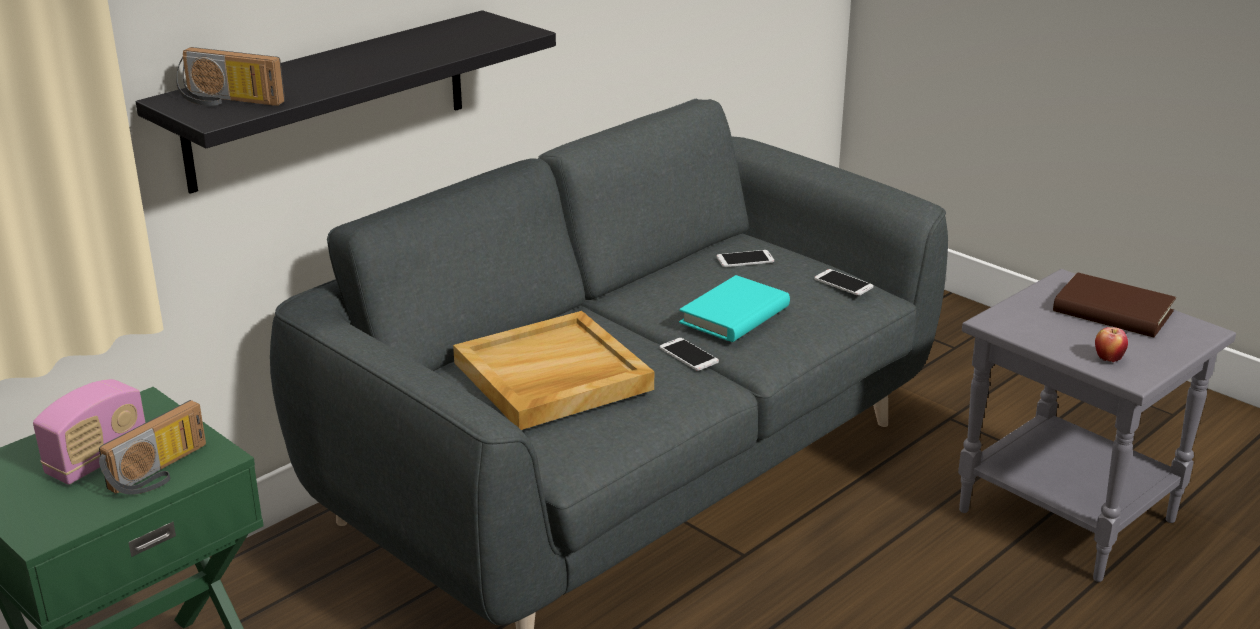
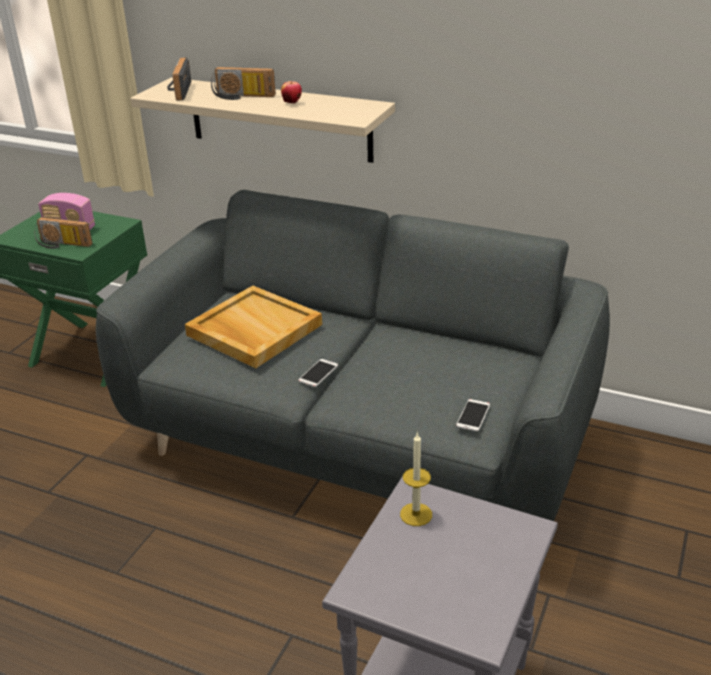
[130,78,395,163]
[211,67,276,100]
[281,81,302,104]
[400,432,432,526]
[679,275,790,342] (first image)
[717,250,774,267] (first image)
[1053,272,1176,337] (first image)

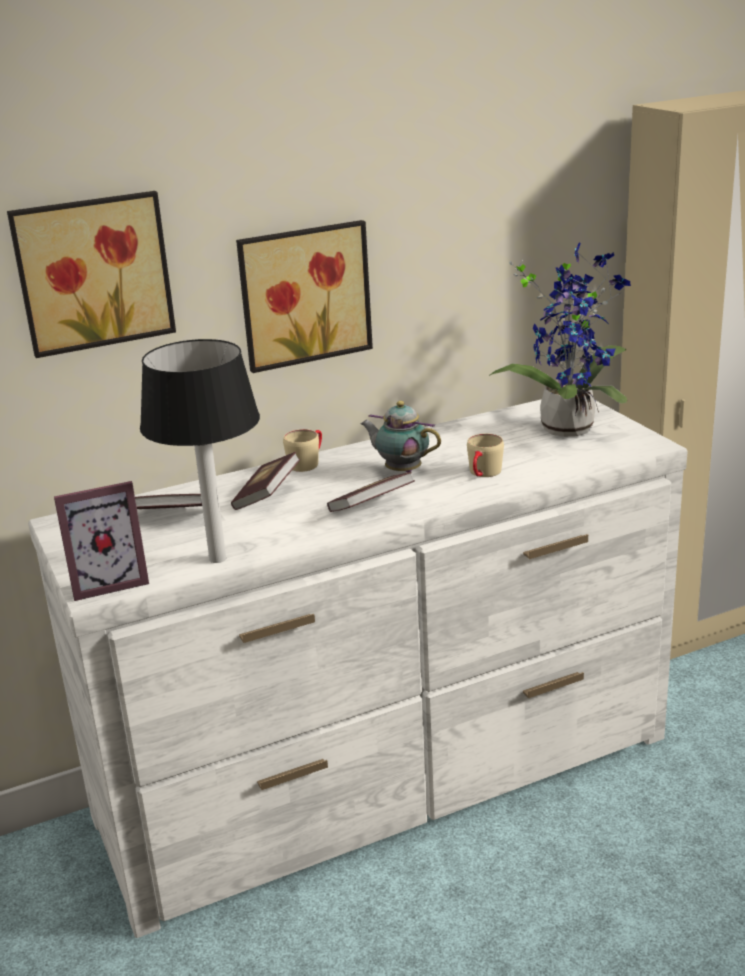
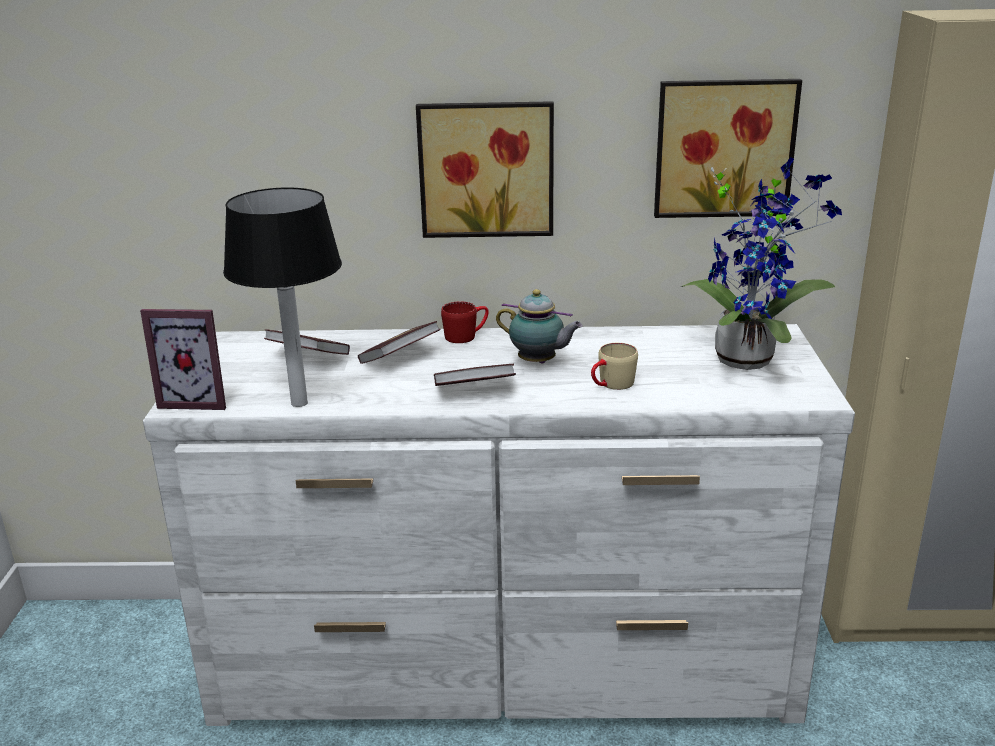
[441,302,489,343]
[496,289,583,363]
[654,79,802,218]

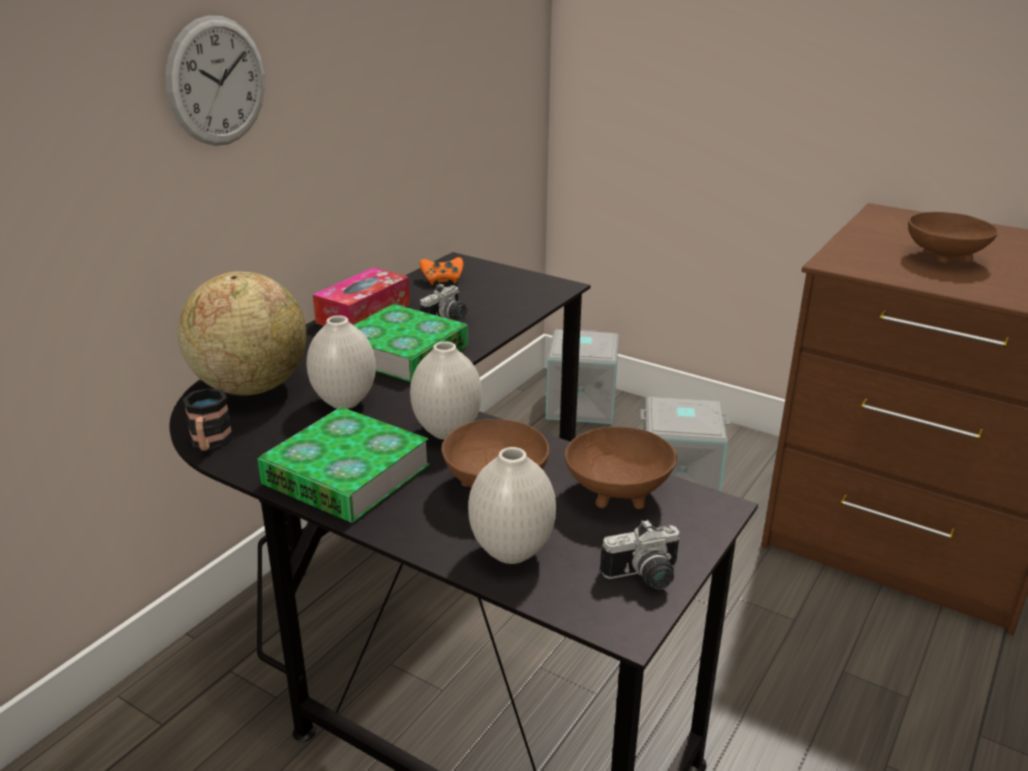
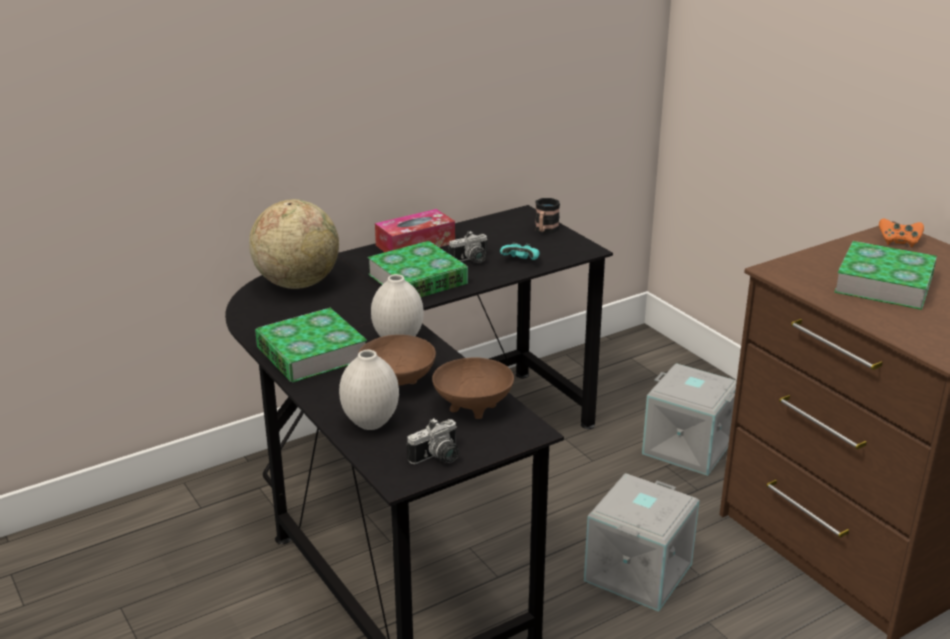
[407,418,459,464]
[500,242,540,260]
[535,198,560,233]
[584,473,700,612]
[834,241,937,310]
[879,219,924,247]
[166,15,265,146] (first image)
[307,315,376,409] (first image)

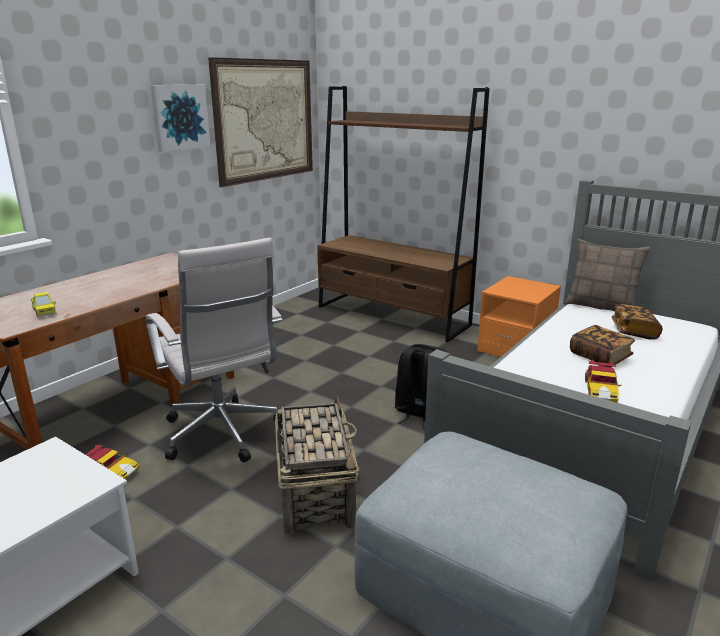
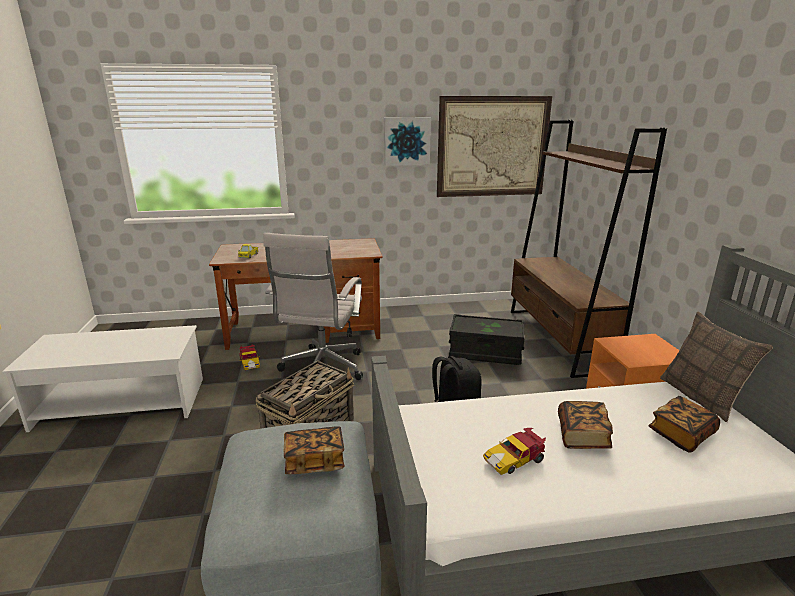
[284,426,344,474]
[449,314,525,365]

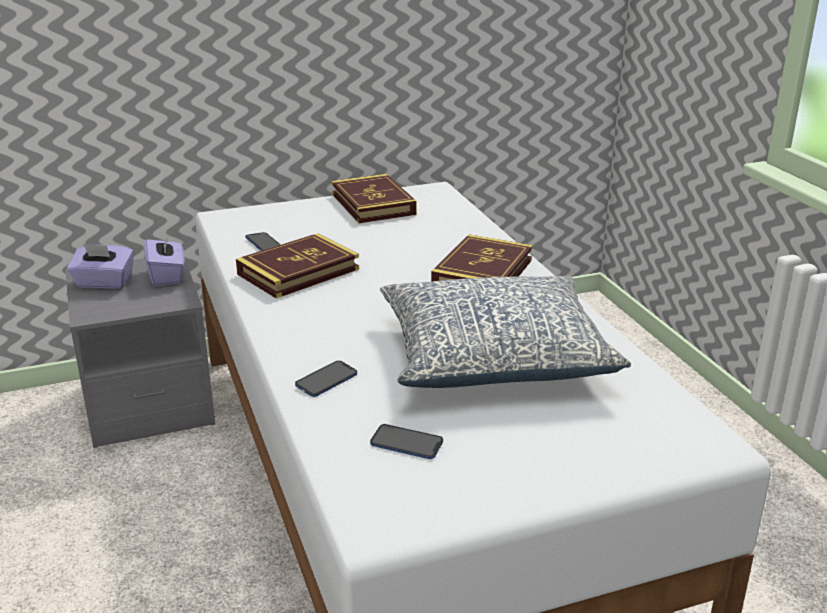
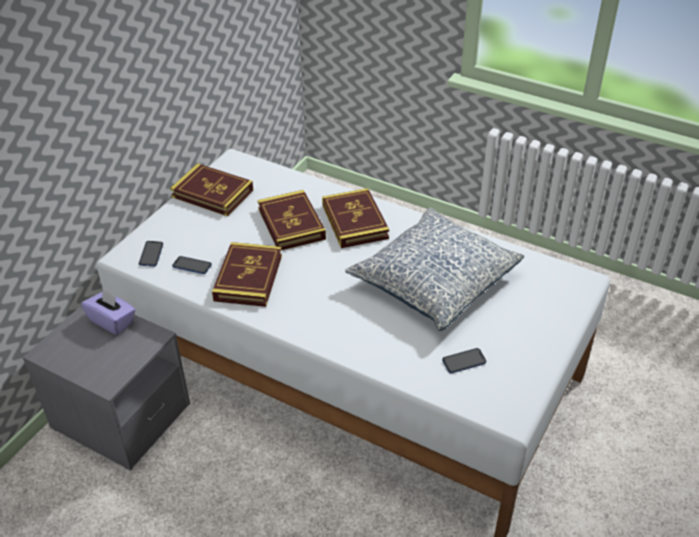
[139,241,163,267]
[258,190,326,250]
[67,244,134,289] (first image)

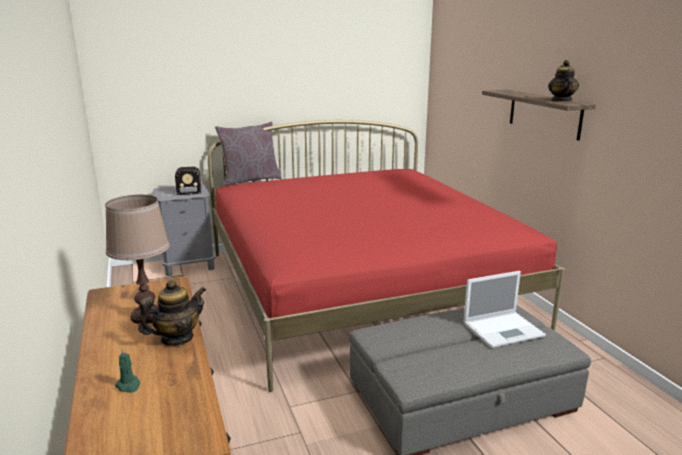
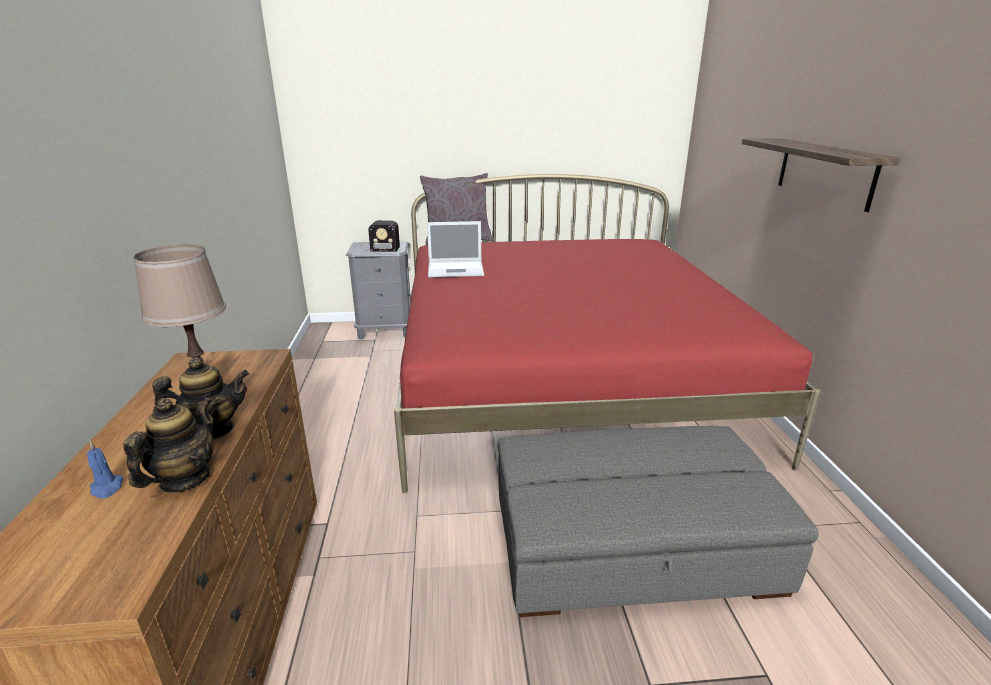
[87,441,123,499]
[123,398,214,493]
[427,221,484,277]

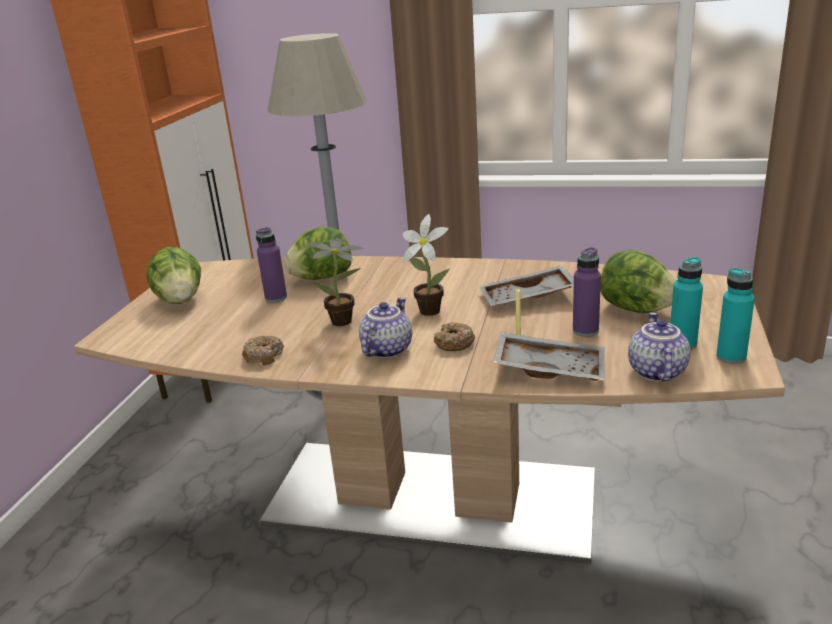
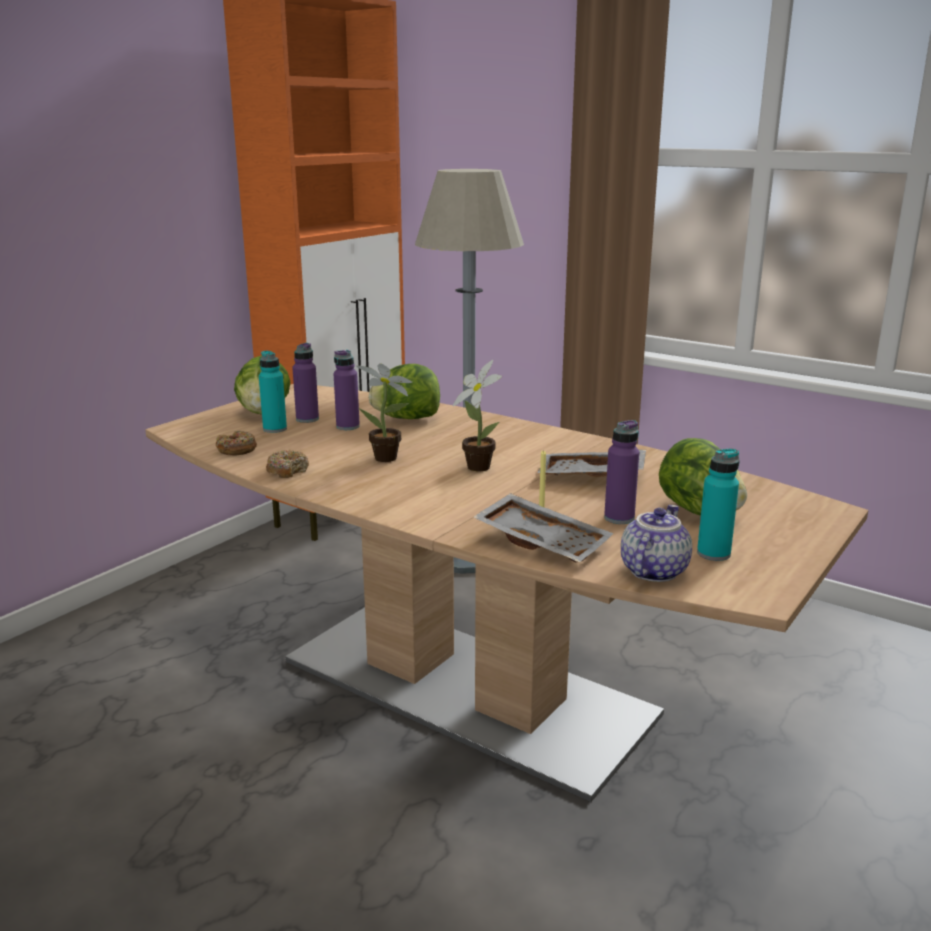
[216,431,257,456]
[259,351,287,433]
[292,343,319,423]
[359,297,412,358] (first image)

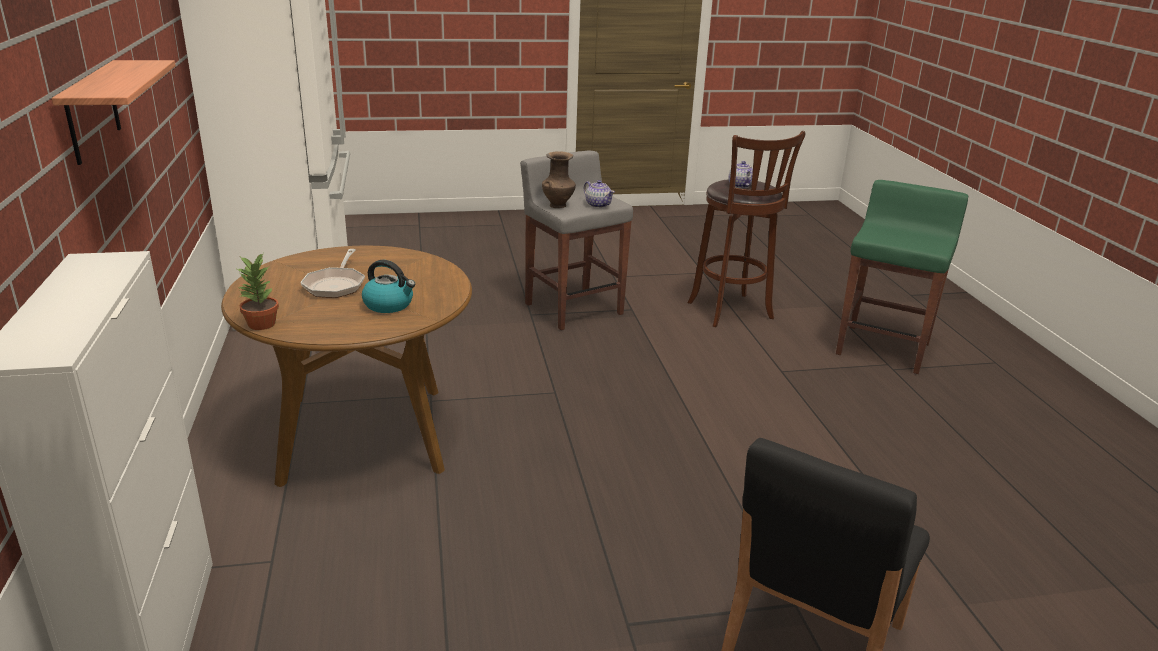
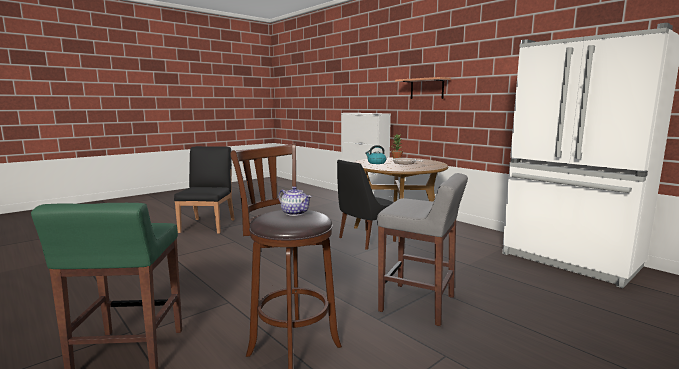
[337,160,396,250]
[542,151,576,208] (first image)
[584,180,615,208] (first image)

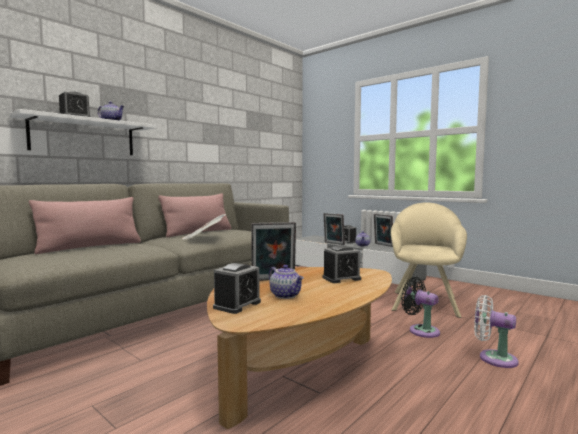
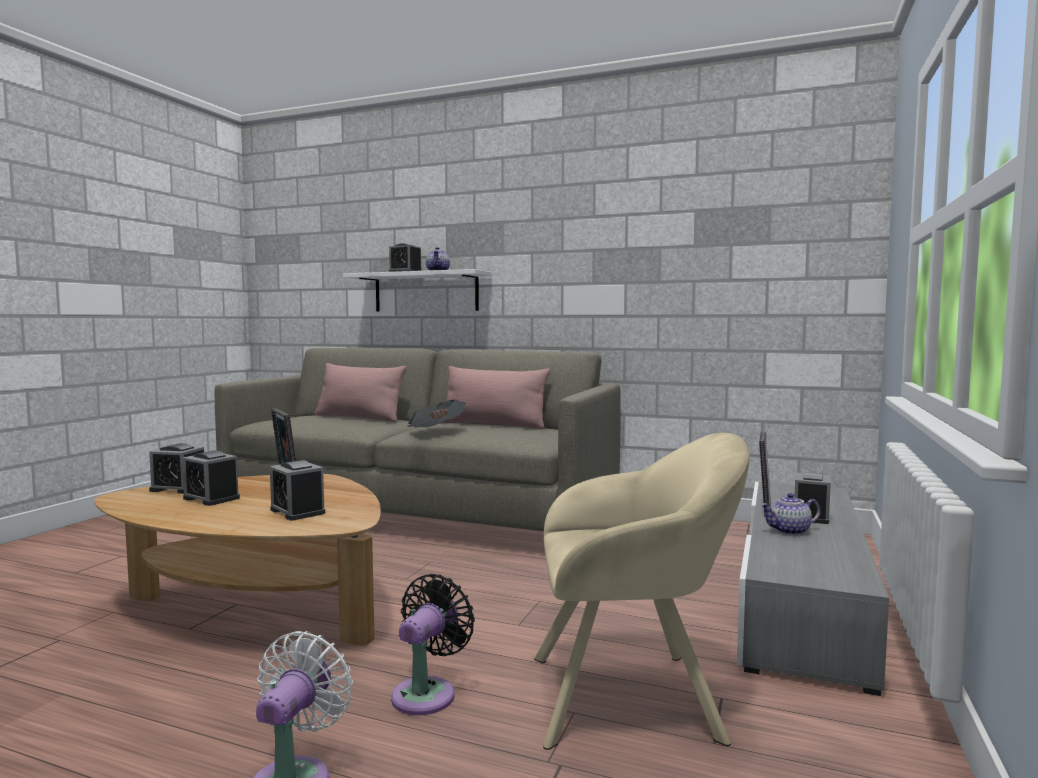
[182,450,240,506]
[374,214,393,247] (first image)

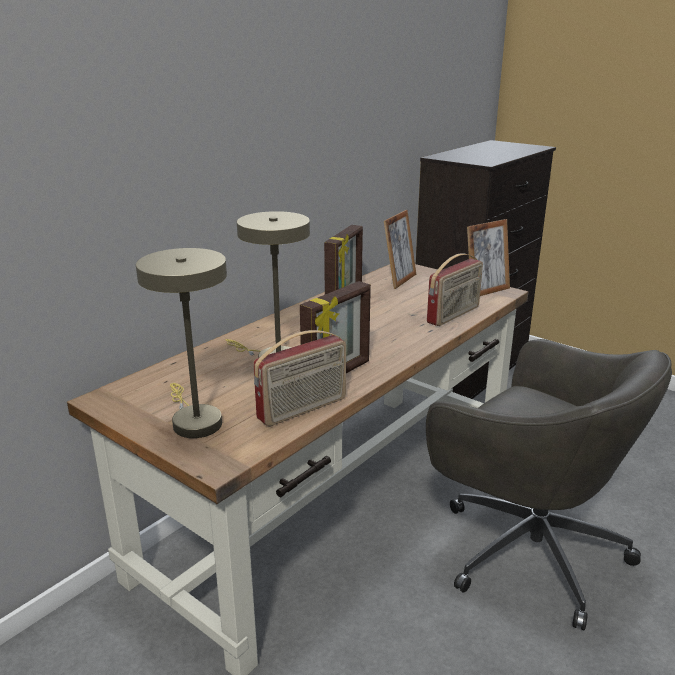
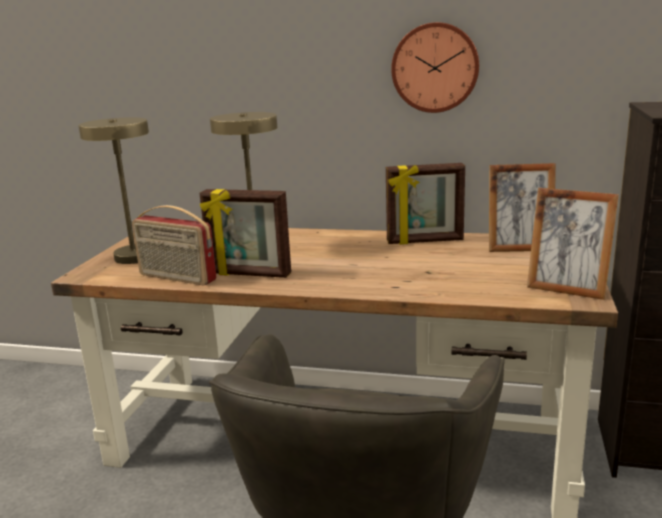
[391,22,479,113]
[427,253,483,326] (first image)

